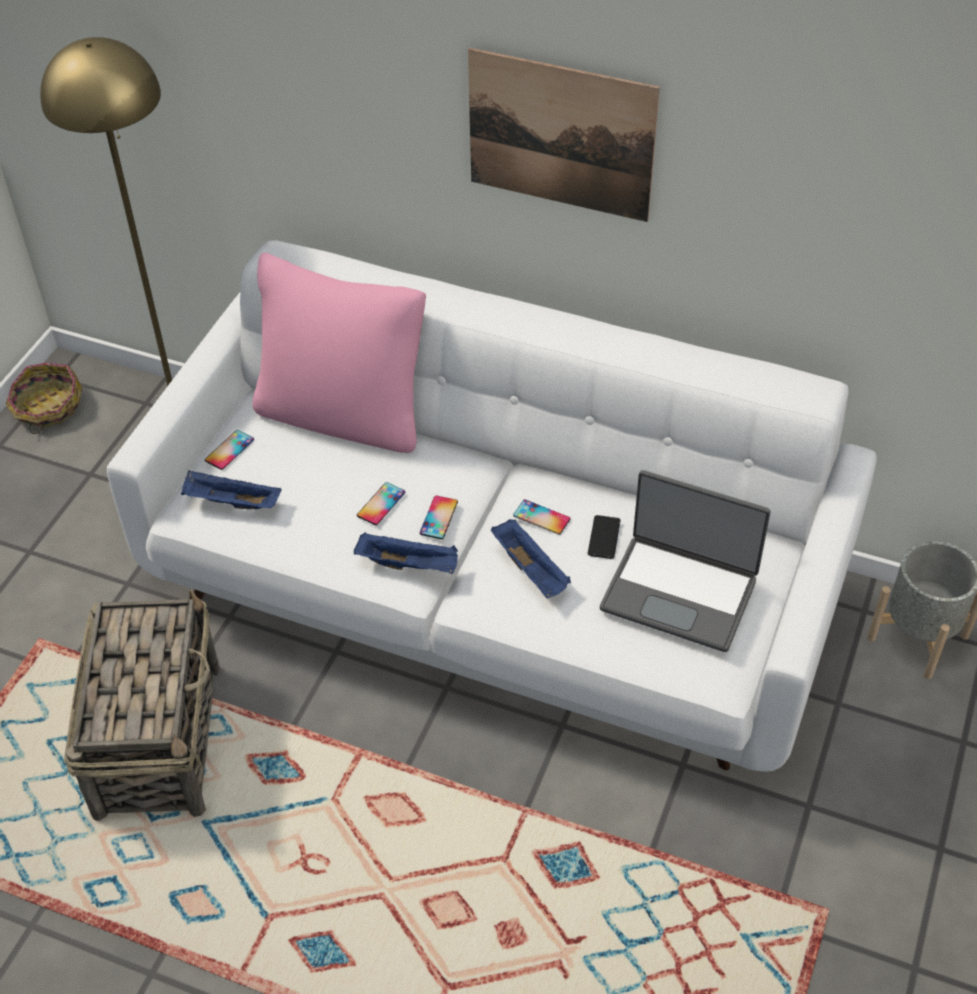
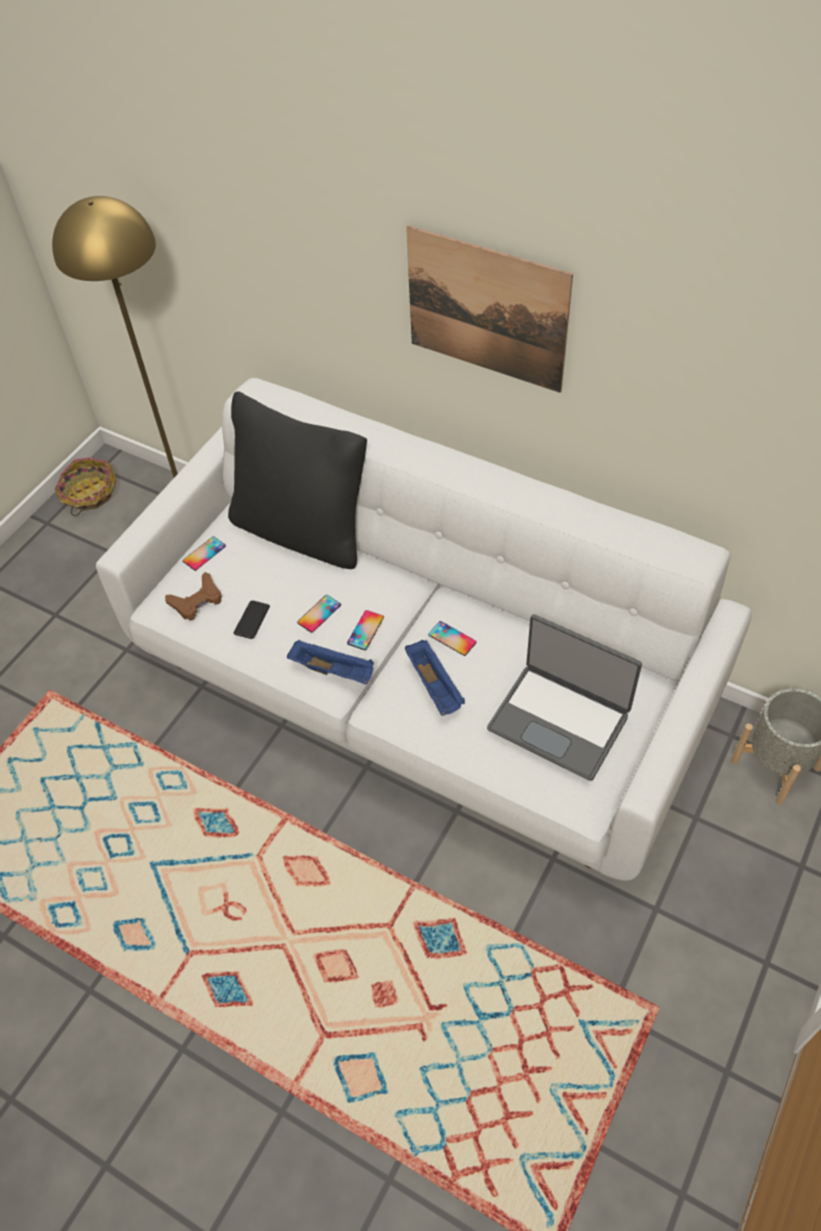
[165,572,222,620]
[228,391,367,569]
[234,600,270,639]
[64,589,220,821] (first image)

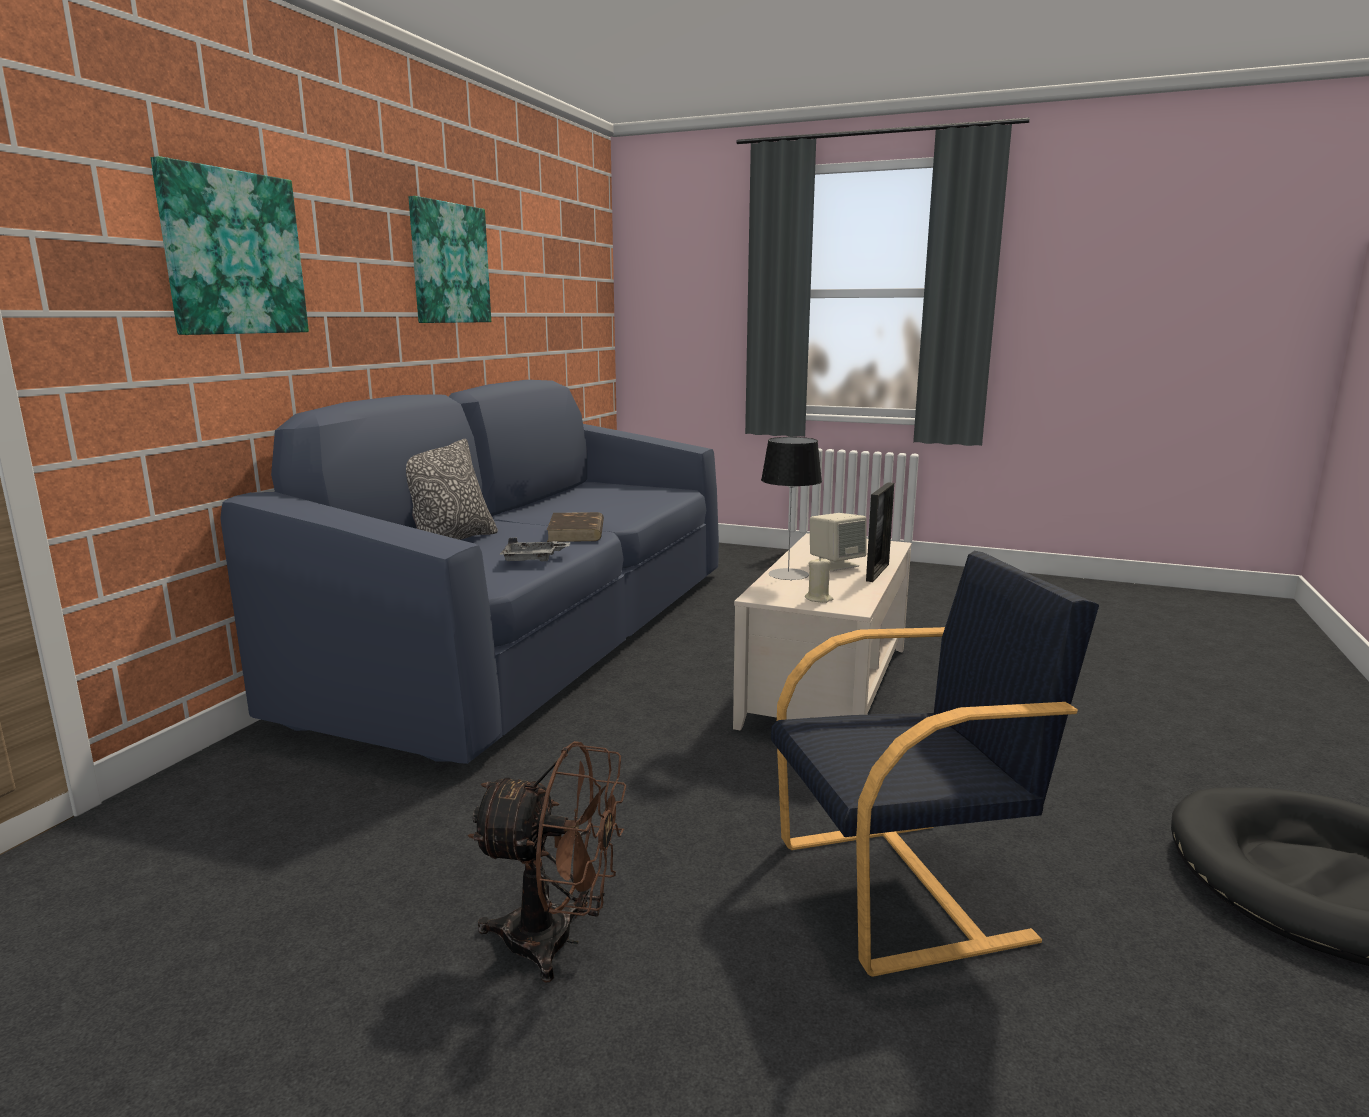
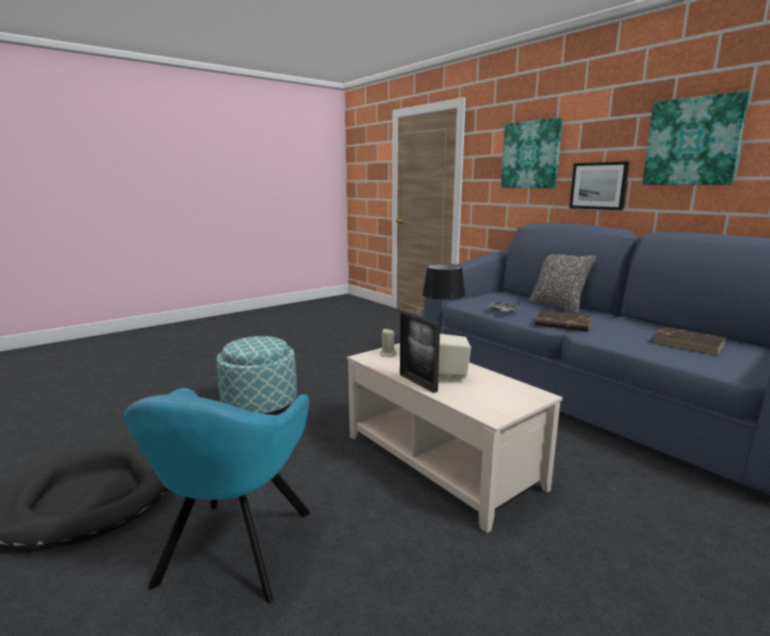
[124,388,310,603]
[216,336,297,415]
[569,161,630,210]
[653,327,726,355]
[468,741,626,983] (first image)

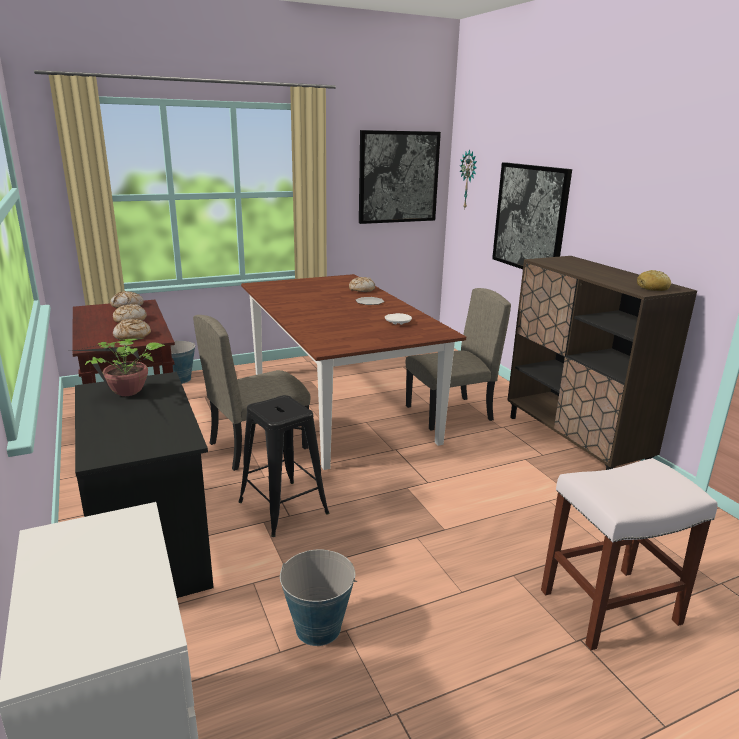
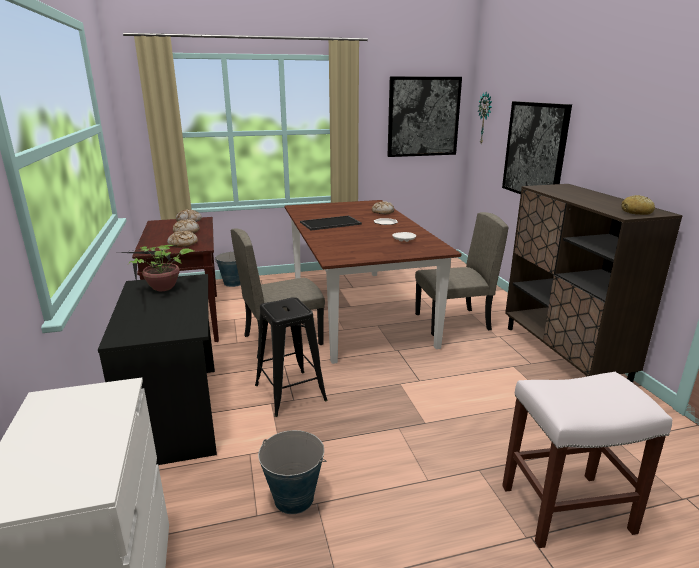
[300,216,362,230]

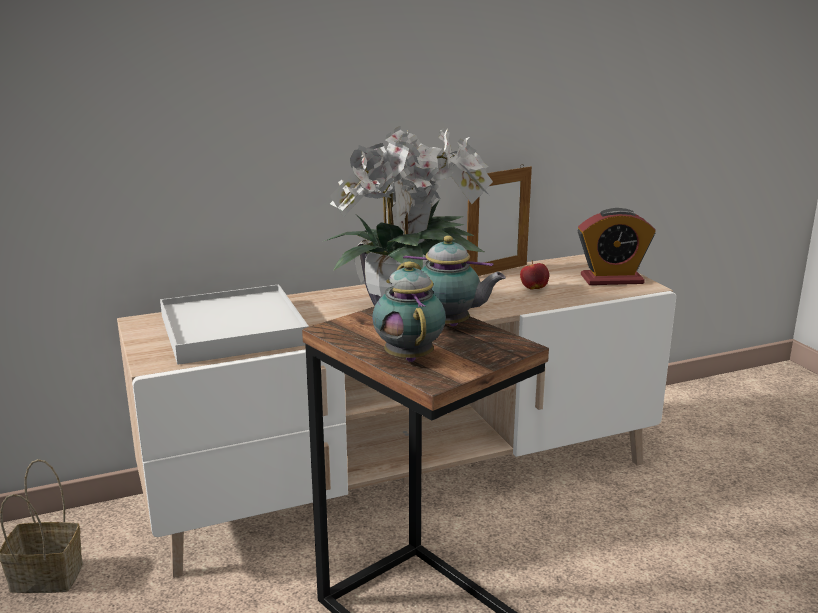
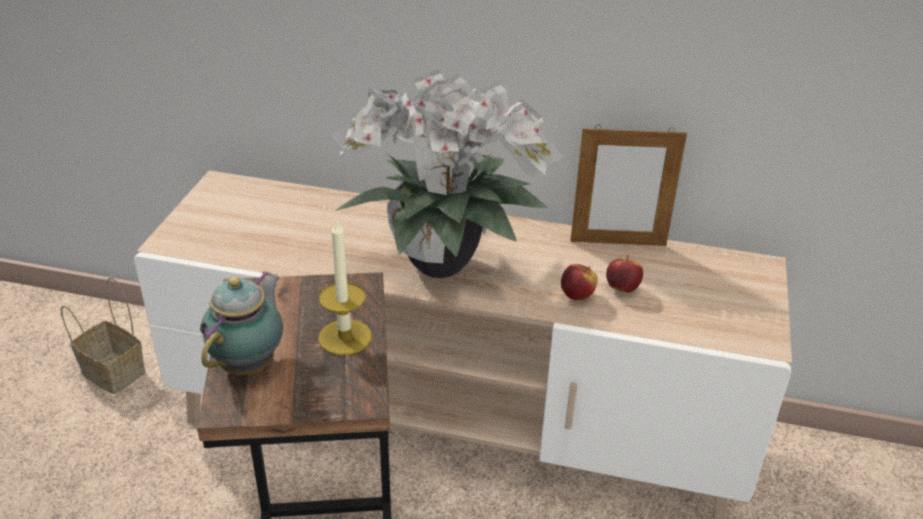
[319,218,371,355]
[561,264,598,301]
[160,285,309,365] (first image)
[578,208,656,285] (first image)

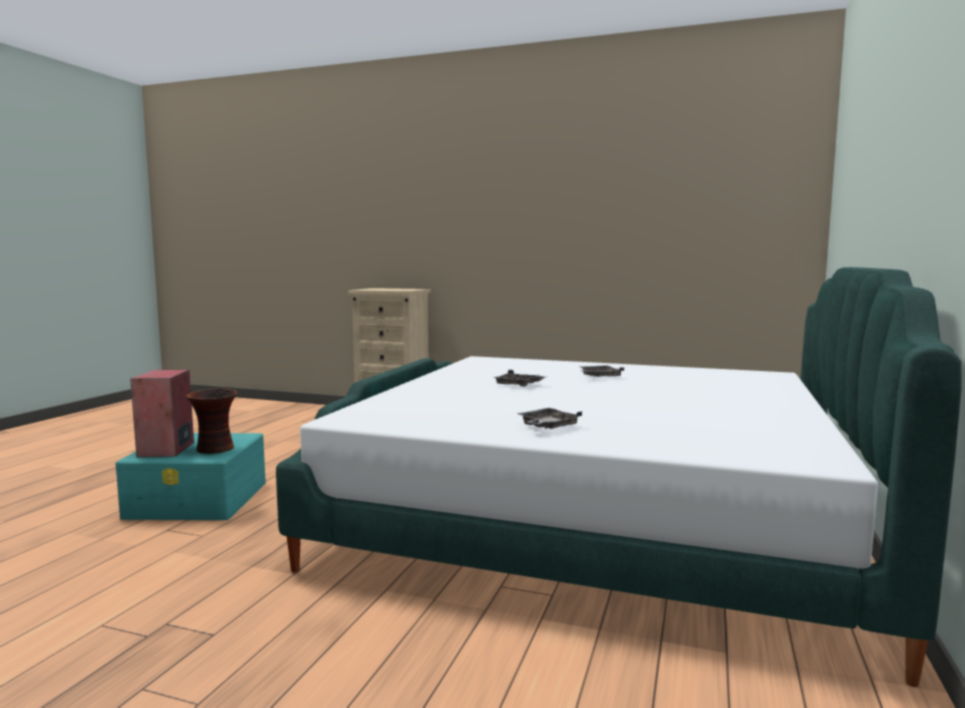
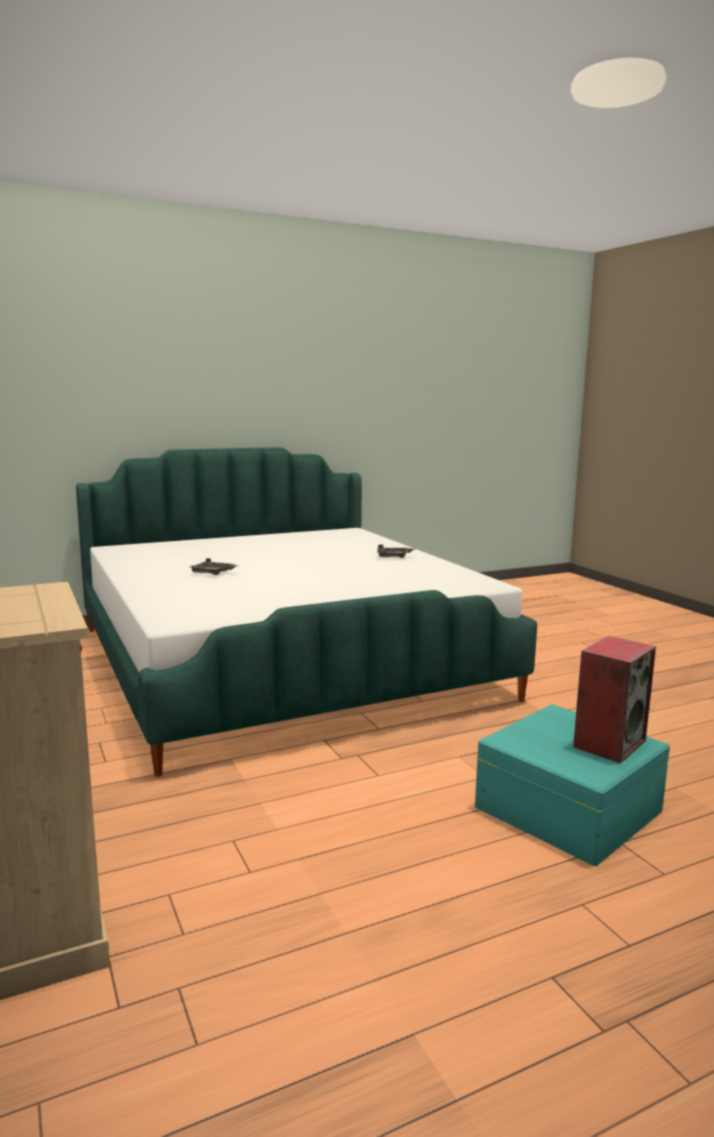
[186,388,237,454] (first image)
[494,370,546,387] (first image)

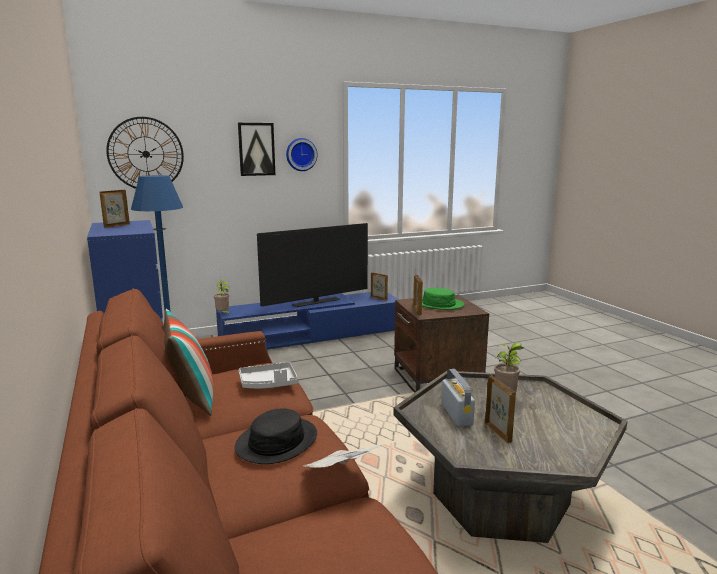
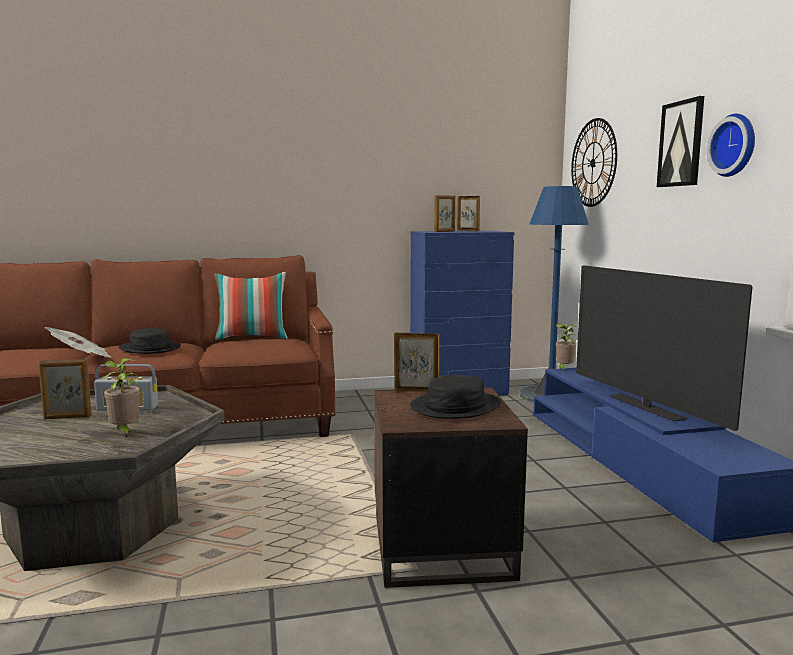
[410,374,501,419]
[434,195,455,232]
[239,362,298,389] (first image)

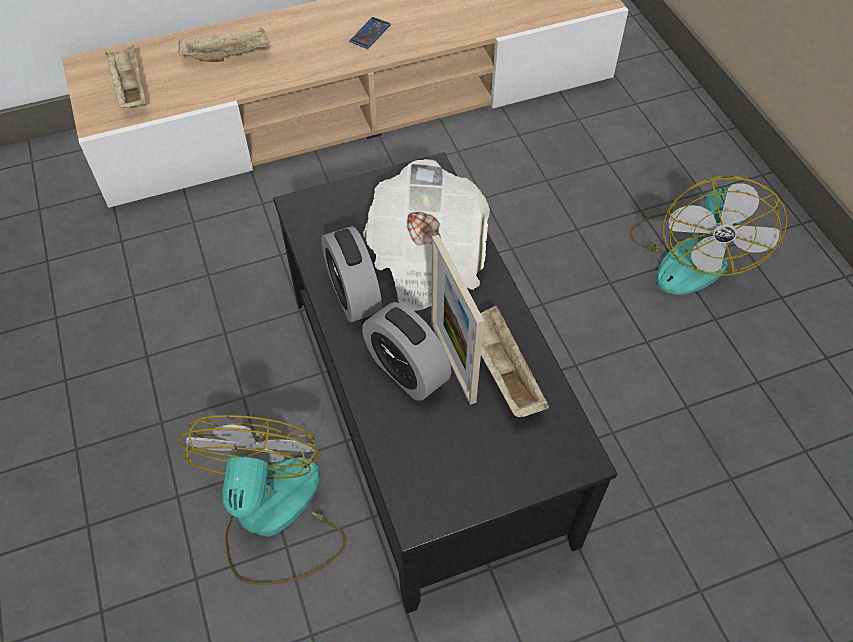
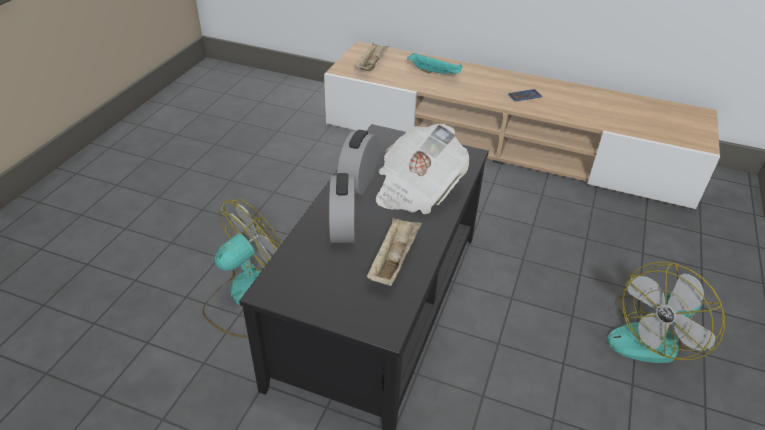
[407,52,462,74]
[431,235,484,405] (first image)

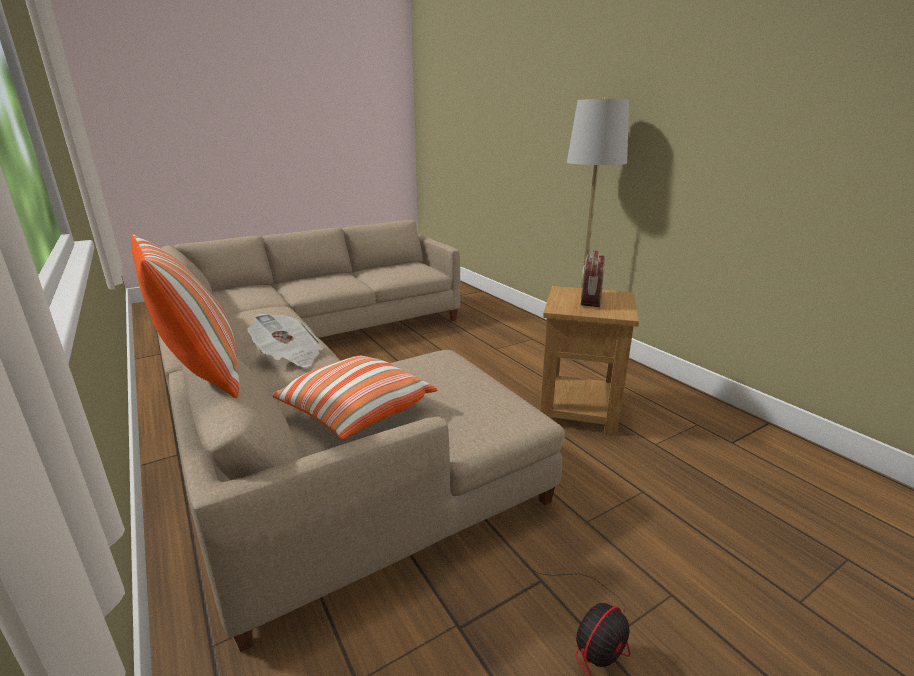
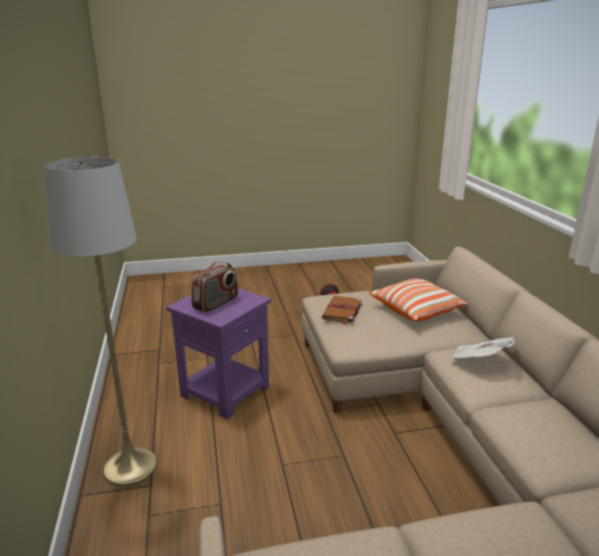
[166,288,271,419]
[322,296,362,325]
[131,233,239,398] (first image)

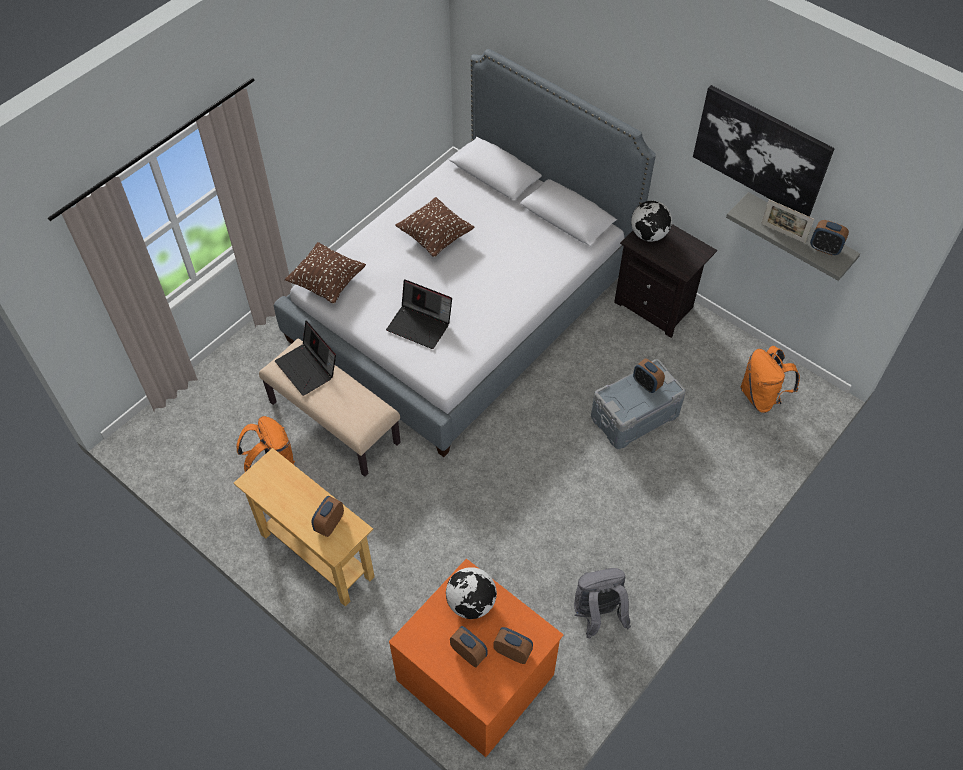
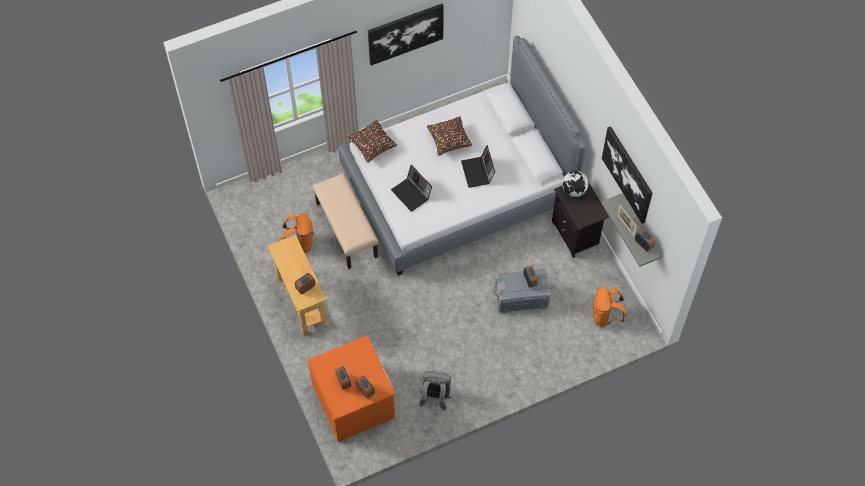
[368,4,444,66]
[461,145,495,188]
[446,567,497,619] (first image)

